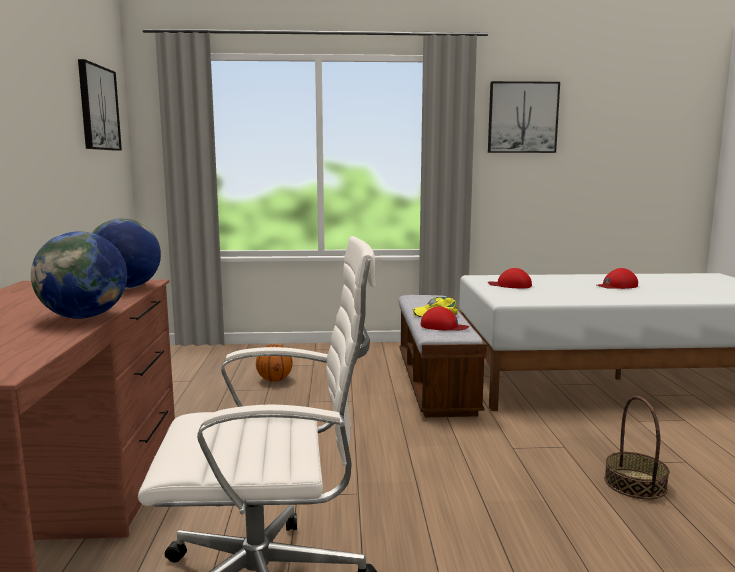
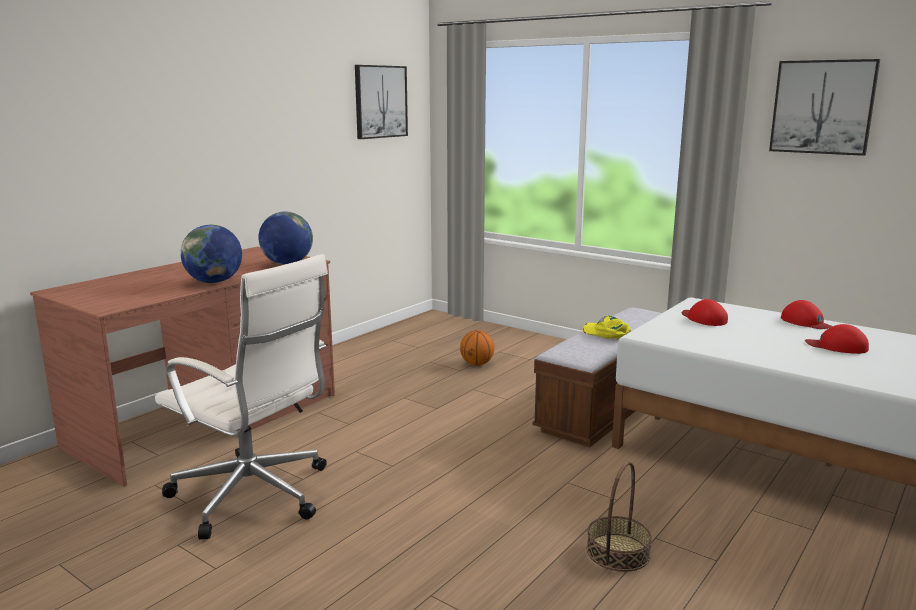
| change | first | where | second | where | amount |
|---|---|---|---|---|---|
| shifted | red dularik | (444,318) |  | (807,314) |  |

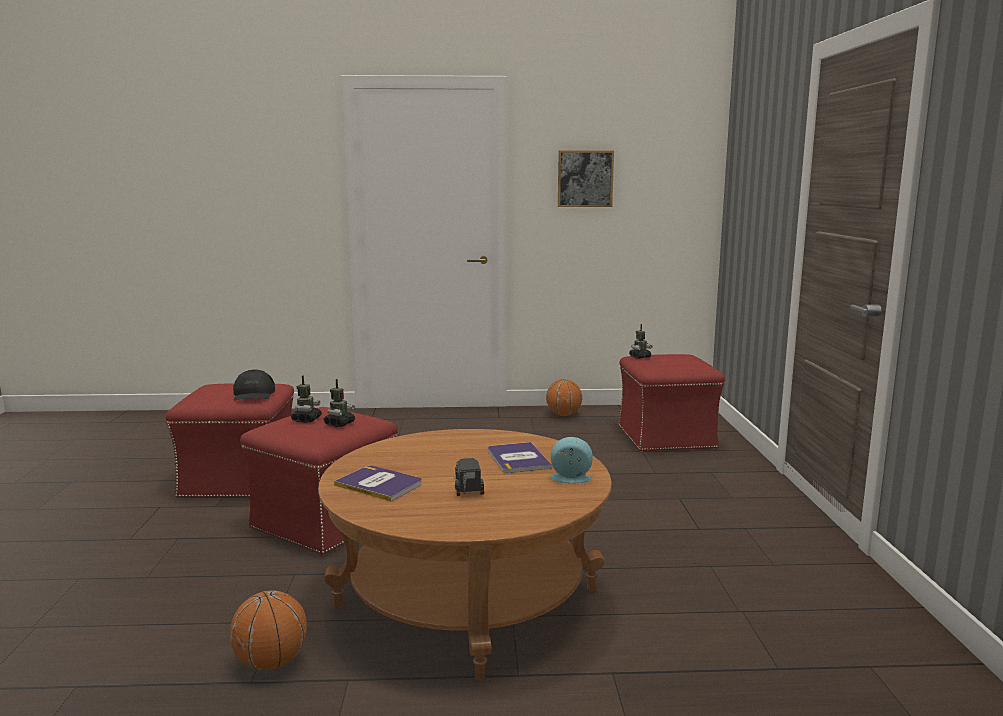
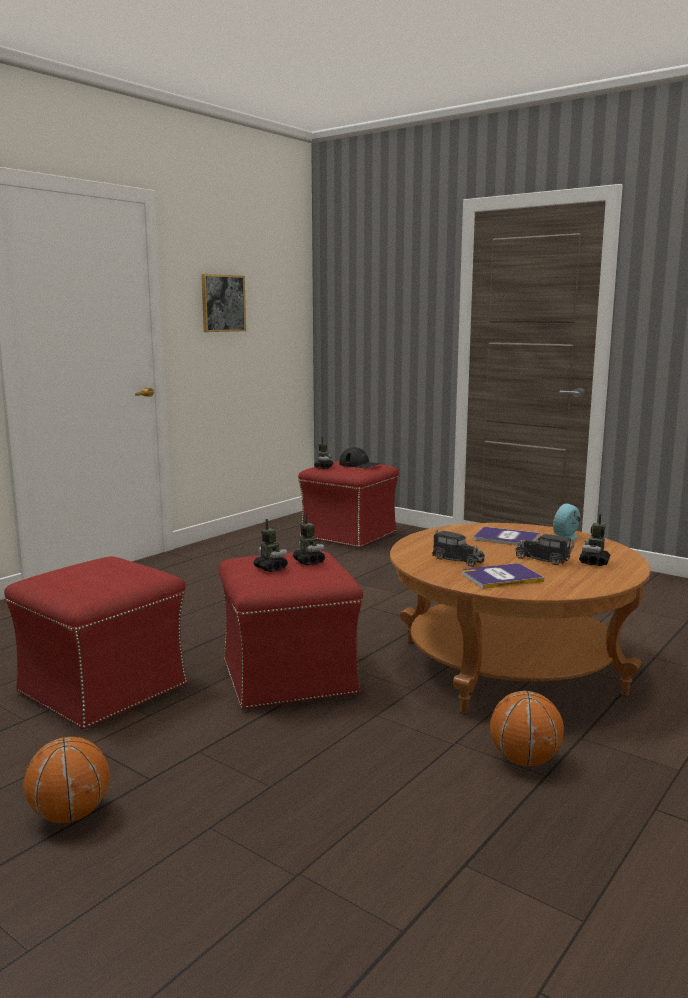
| change | first | where | second | where | amount |
|---|---|---|---|---|---|
| shifted | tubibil | (564,397) |  | (66,780) |  |
| shifted | black dularik | (254,385) |  | (359,457) |  |
| new |  |  | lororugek | (458,548) |  |
| new |  |  | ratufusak | (595,540) |  |

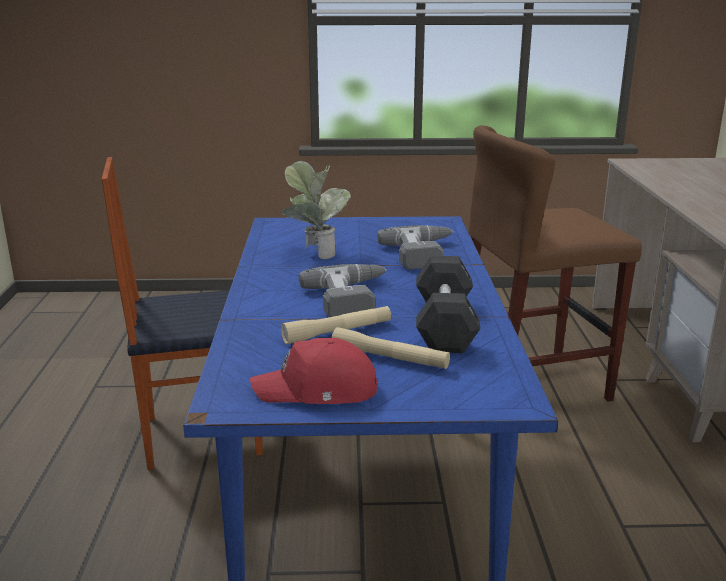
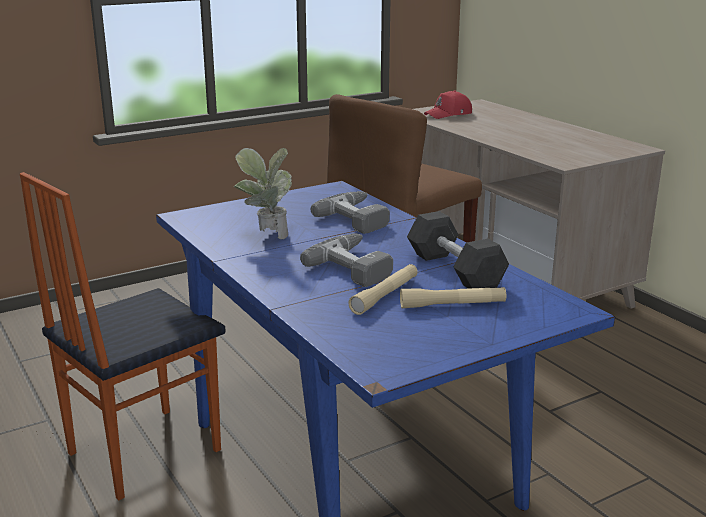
| change | first | where | second | where | amount |
|---|---|---|---|---|---|
| shifted | red dularik | (314,371) |  | (448,104) |  |

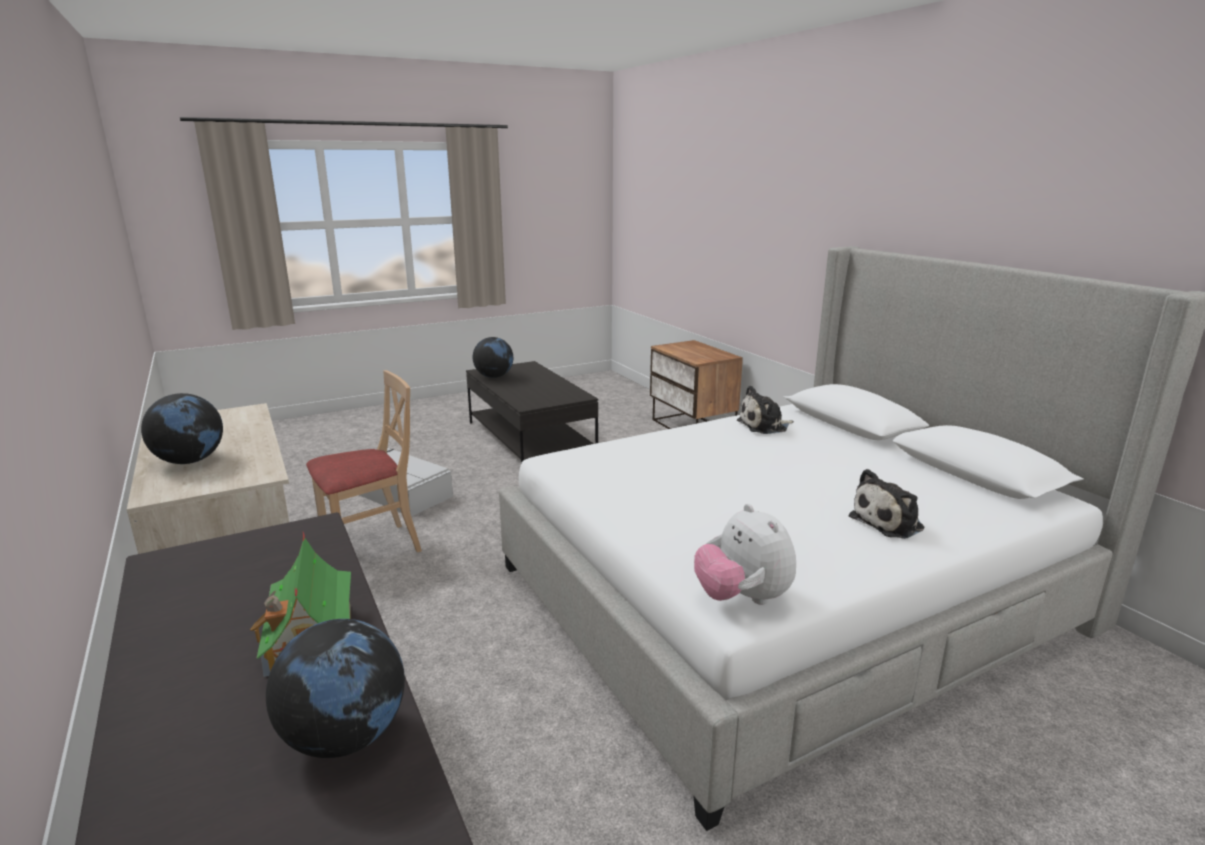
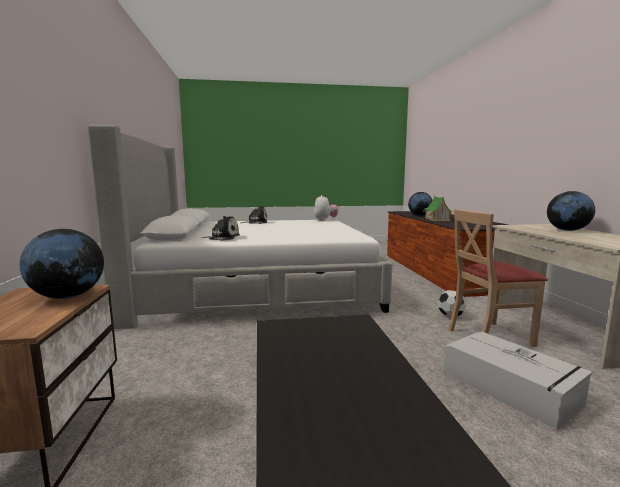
| change | first | where | second | where | amount |
|---|---|---|---|---|---|
| shifted | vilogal | (493,357) |  | (62,264) |  |
| new |  |  | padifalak | (451,303) |  |

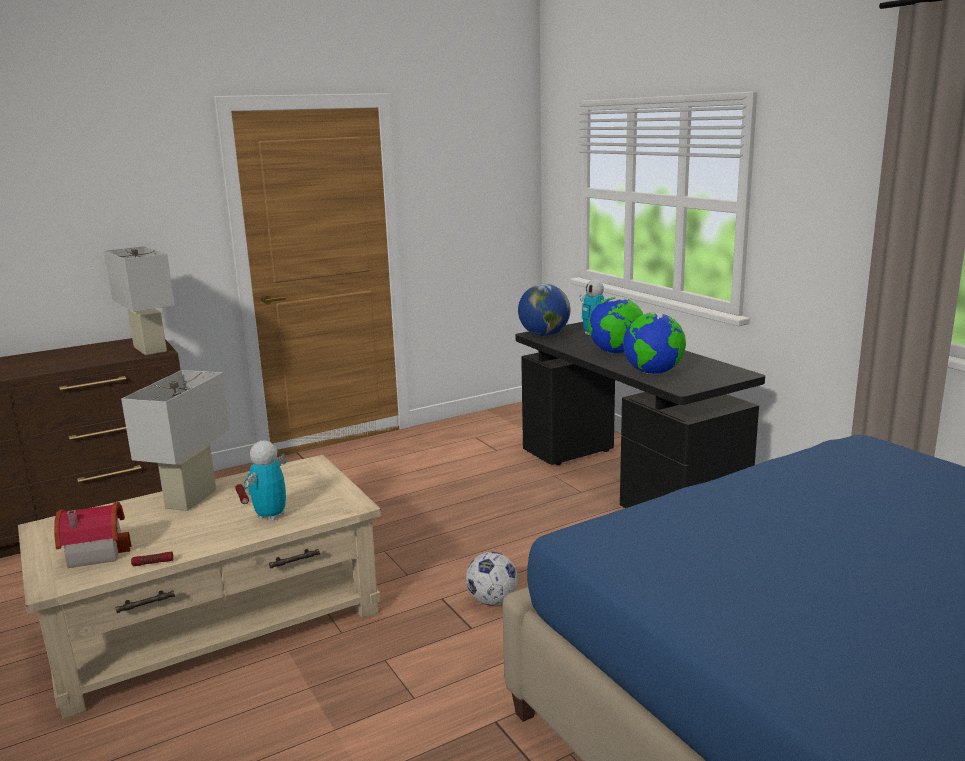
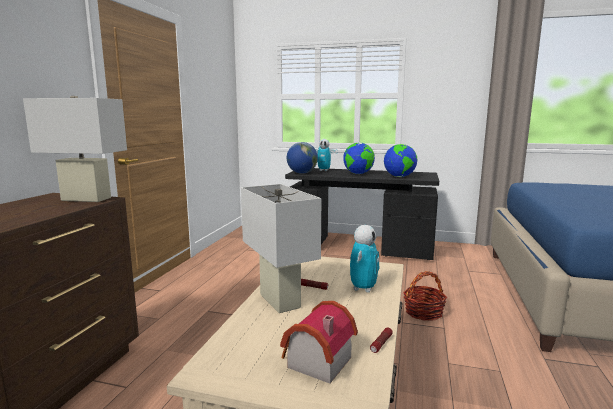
| change | first | where | second | where | amount |
|---|---|---|---|---|---|
| rotated | ratufusak | (265,480) |  | (364,259) | 135 degrees counterclockwise |
| swapped | padifalak | (492,578) | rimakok | (425,296) |  |

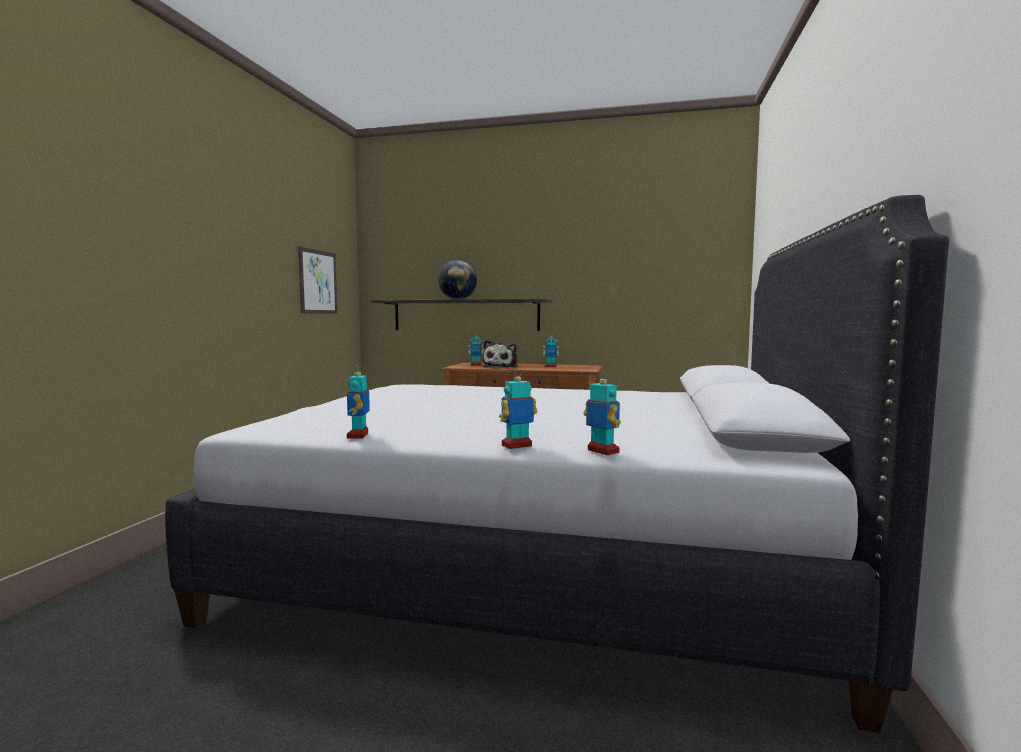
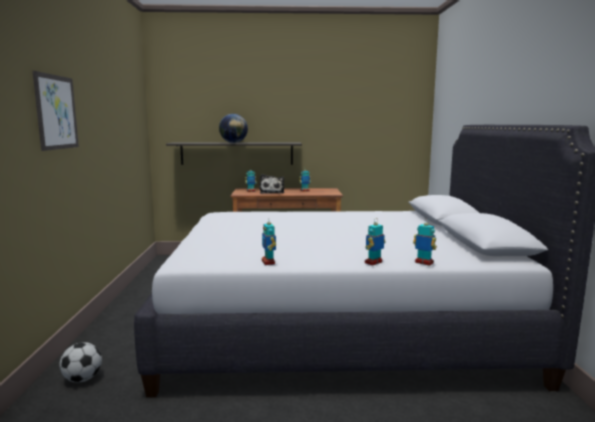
| change | first | where | second | where | amount |
|---|---|---|---|---|---|
| shifted | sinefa | (318,280) |  | (56,111) |  |
| new |  |  | padifalak | (80,362) |  |

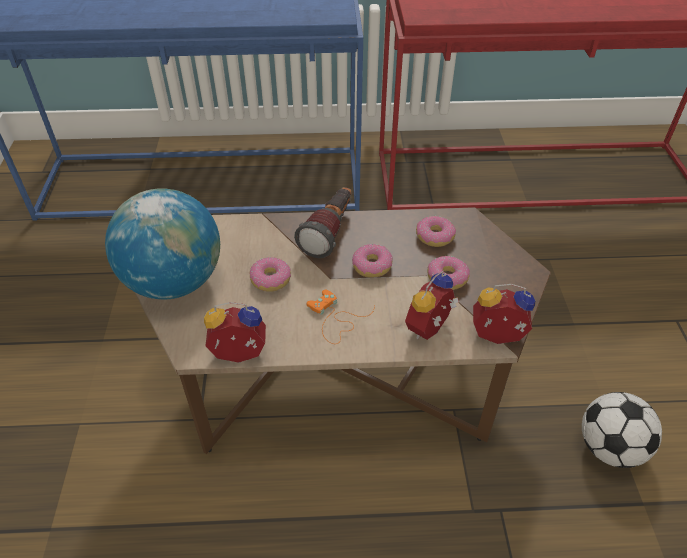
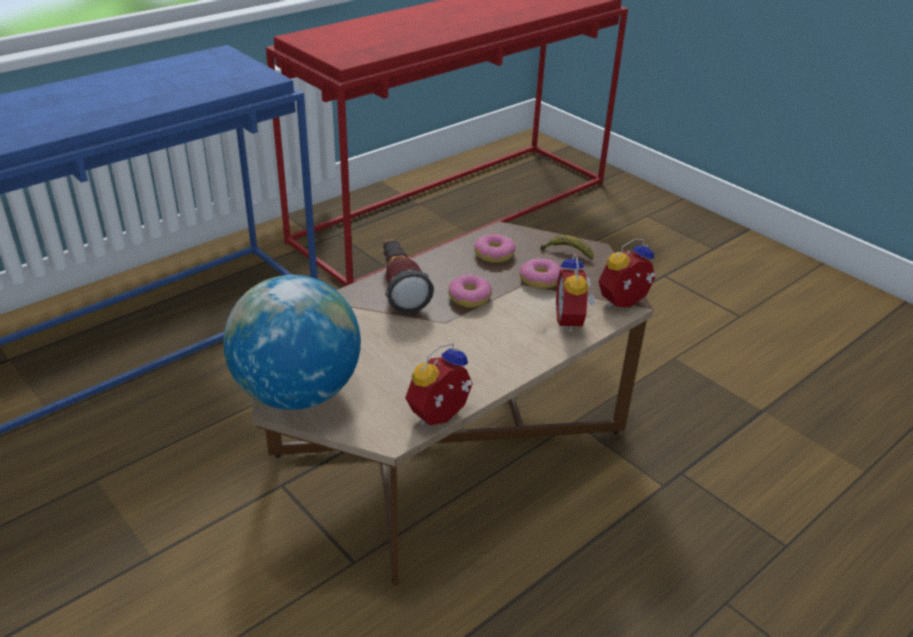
| change | first | where | second | where | amount |
|---|---|---|---|---|---|
| new |  |  | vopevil | (567,247) |  |
| gone | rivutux | (270,274) |  |  |  |
| gone | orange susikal | (340,317) |  |  |  |
| gone | padifalak | (622,430) |  |  |  |

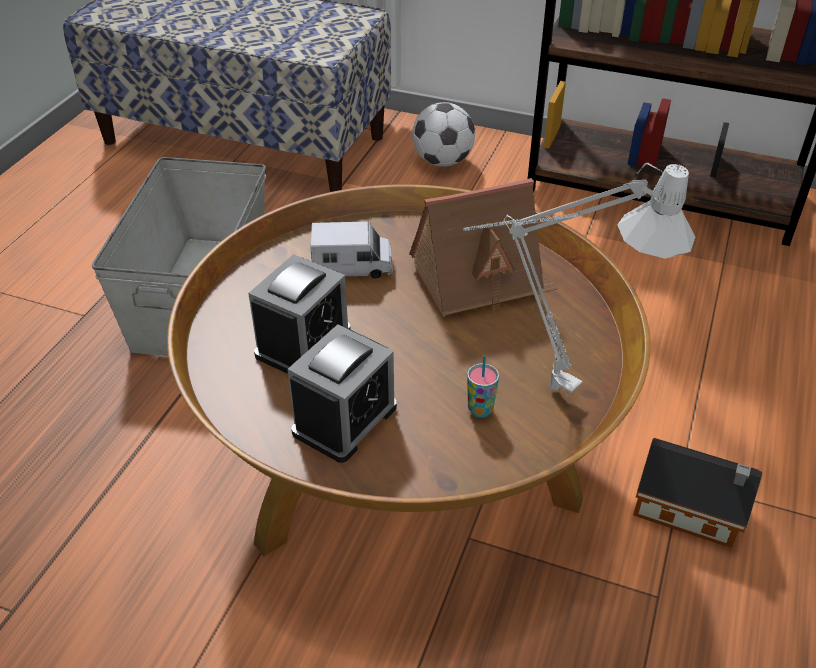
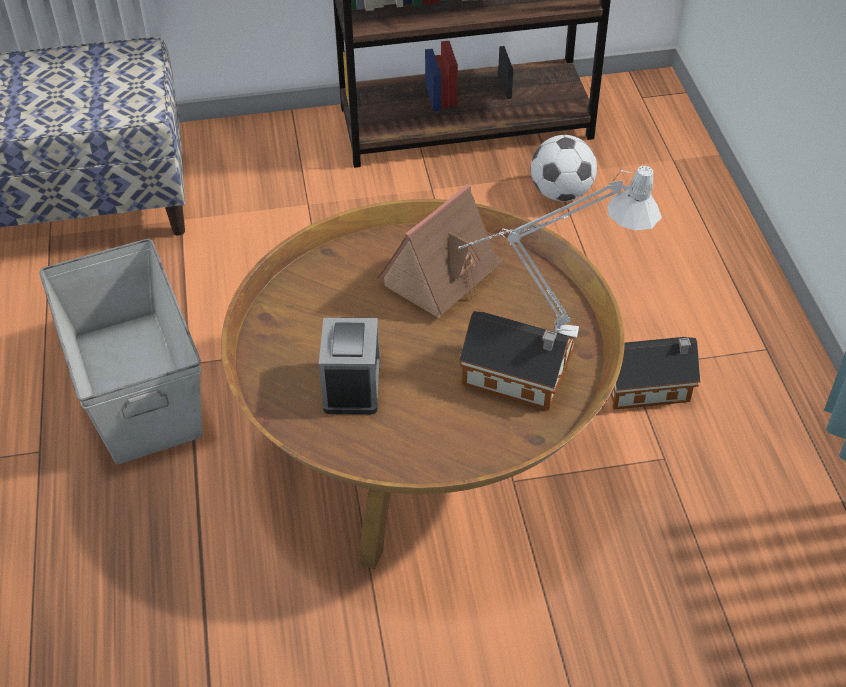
| change | first | where | second | where | amount |
|---|---|---|---|---|---|
| swapped | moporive | (483,386) | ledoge | (517,360) |  |
| shifted | padifalak | (443,134) |  | (564,168) |  |
| gone | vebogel | (342,393) |  |  |  |
| gone | lororugek | (351,250) |  |  |  |

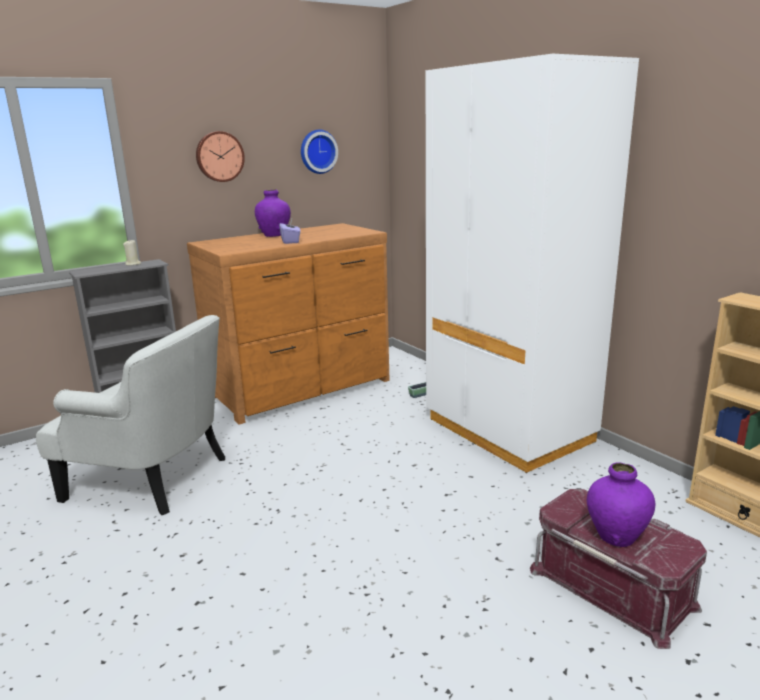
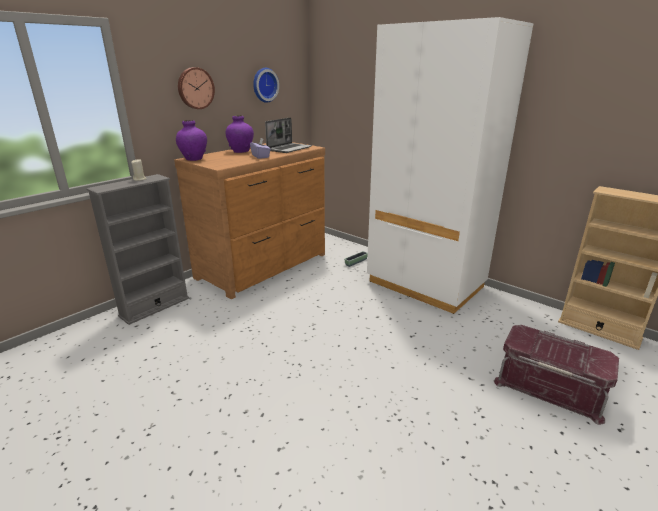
| change | first | where | second | where | amount |
|---|---|---|---|---|---|
| shifted | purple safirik | (621,504) |  | (191,140) |  |
| new |  |  | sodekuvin | (288,135) |  |
| gone | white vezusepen | (130,415) |  |  |  |

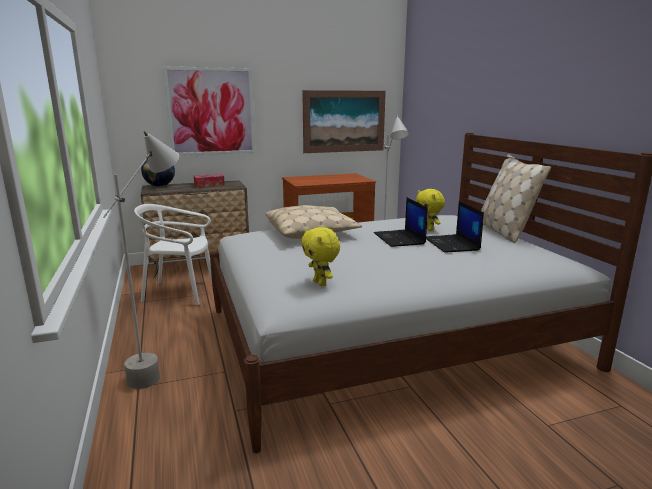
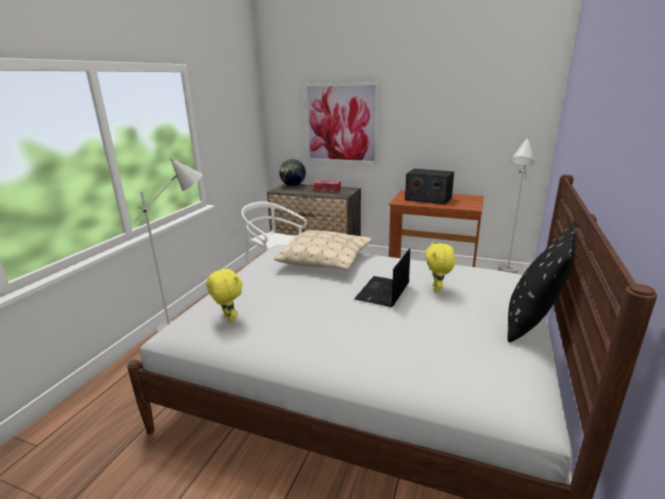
| change | first | where | second | where | amount |
|---|---|---|---|---|---|
| rotated | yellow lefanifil | (320,256) |  | (224,294) | 135 degrees clockwise |
| new |  |  | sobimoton | (429,186) |  |
| repainted | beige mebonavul | (516,199) | black mebonavul | (543,282) |  |
| gone | sinefa | (344,121) |  |  |  |
| gone | sodekuvin | (455,227) |  |  |  |

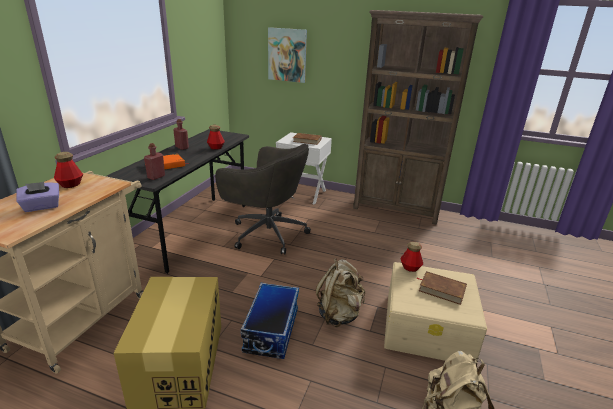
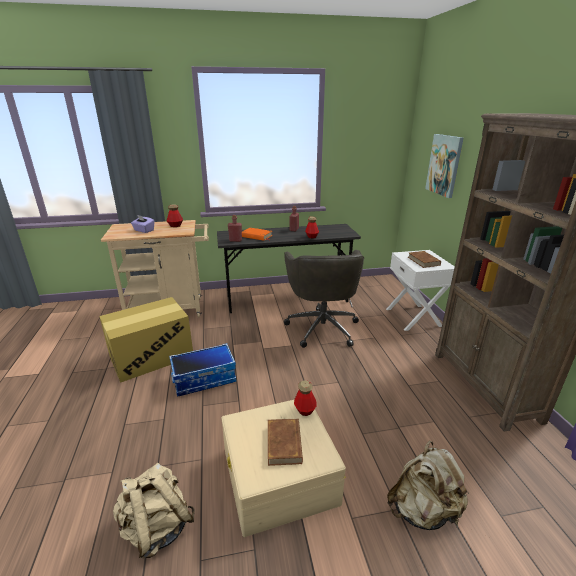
| change | first | where | second | where | amount |
|---|---|---|---|---|---|
| shifted | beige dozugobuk | (340,292) |  | (428,485) |  |

